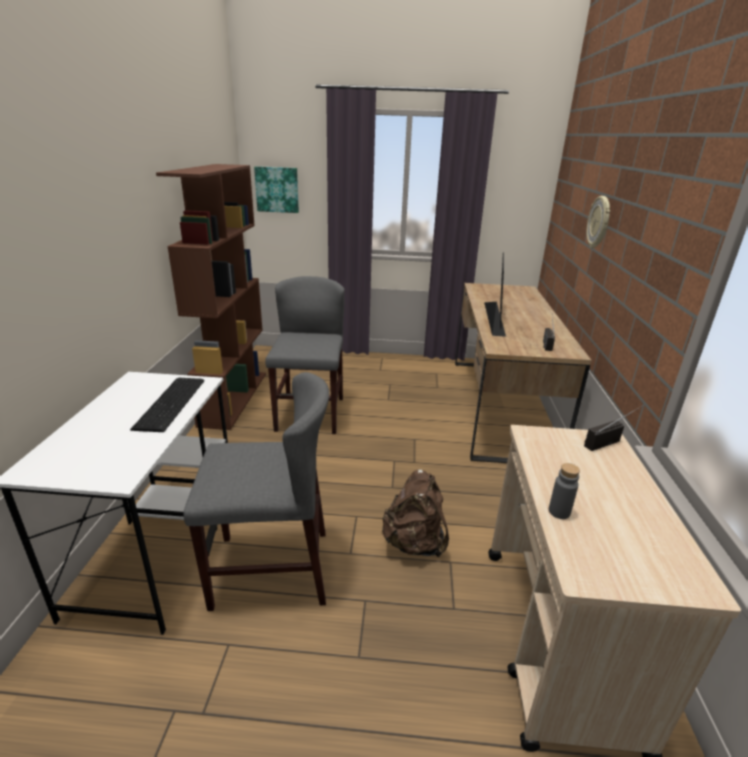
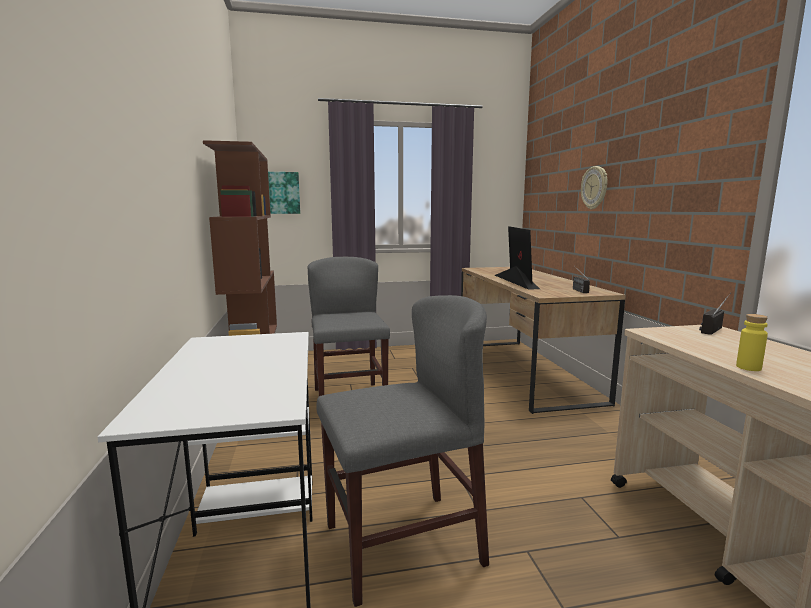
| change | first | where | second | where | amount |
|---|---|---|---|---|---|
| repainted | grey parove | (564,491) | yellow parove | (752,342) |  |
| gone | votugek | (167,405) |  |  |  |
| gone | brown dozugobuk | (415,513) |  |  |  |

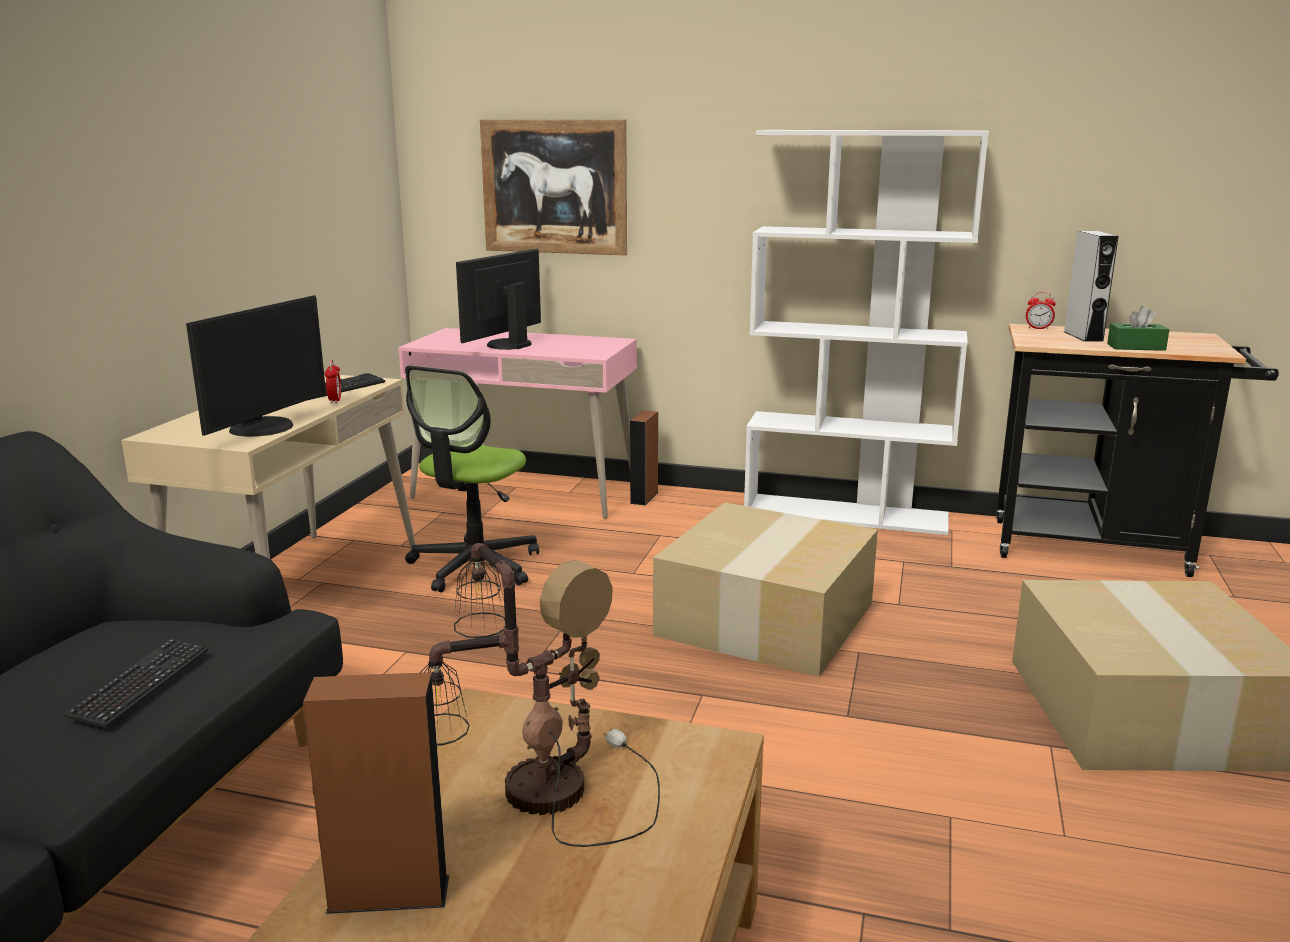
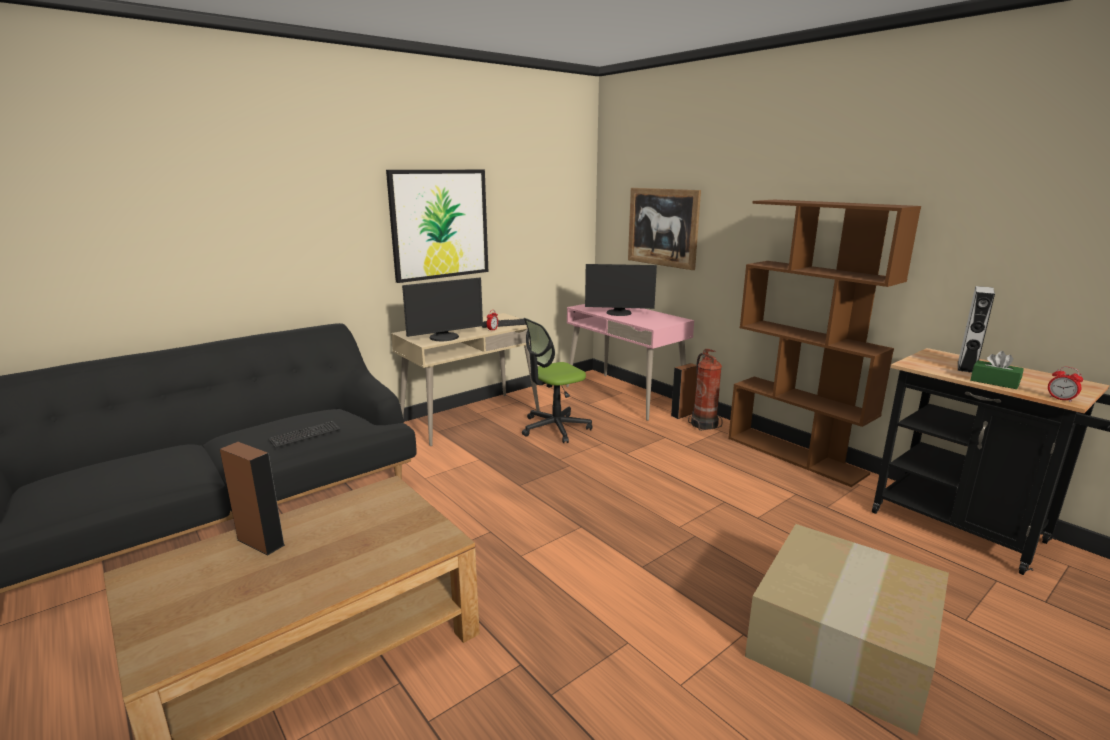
| change | first | where | second | where | amount |
|---|---|---|---|---|---|
| new |  |  | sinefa | (437,226) |  |
| rotated | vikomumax | (498,299) |  | (621,290) | 150 degrees counterclockwise |
| new |  |  | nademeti | (705,390) |  |
| repainted | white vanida | (866,332) | brown vanida | (824,343) |  |
| shifted | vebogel | (1041,311) |  | (1065,384) |  |
| gone | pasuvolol | (540,695) |  |  |  |
| gone | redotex | (765,589) |  |  |  |

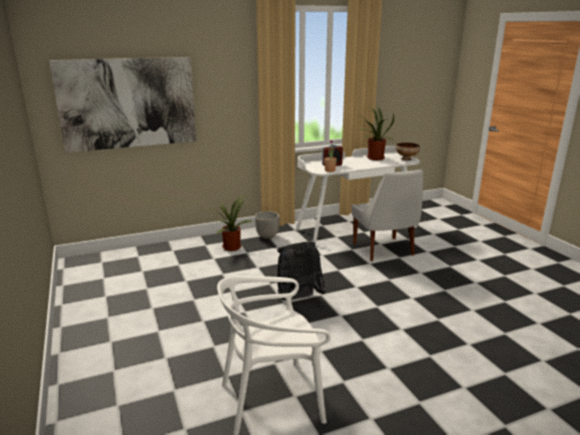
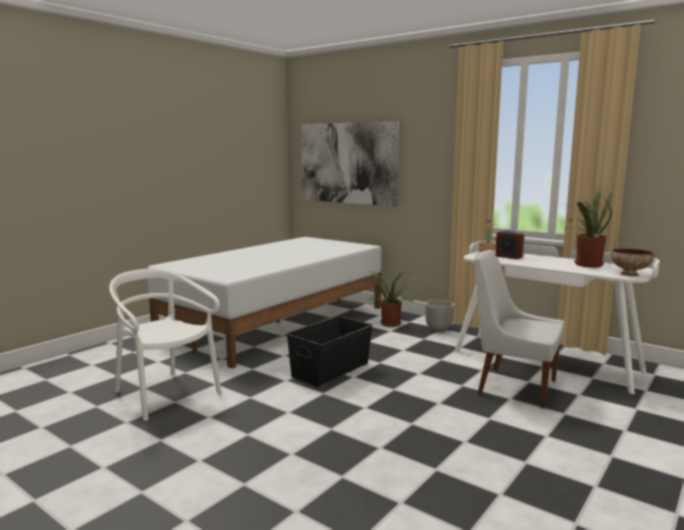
| change | first | where | second | where | amount |
|---|---|---|---|---|---|
| new |  |  | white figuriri | (264,302) |  |
| swapped | black dozugobuk | (301,271) | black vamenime | (330,351) |  |
| rotated | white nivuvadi | (387,215) |  | (519,329) | 75 degrees clockwise |

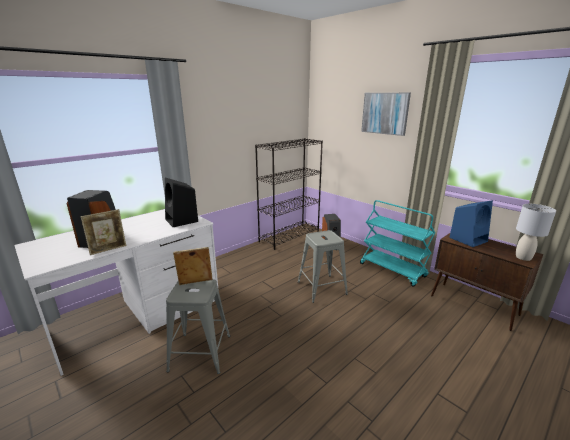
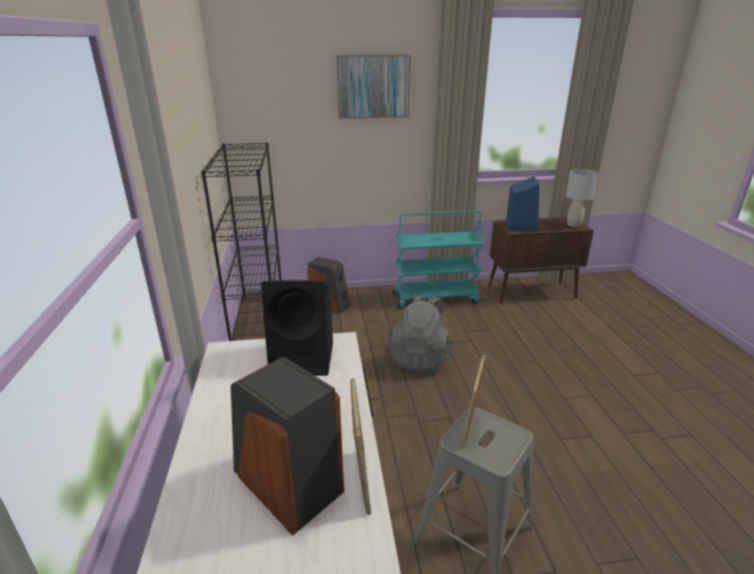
| change | first | where | second | where | amount |
|---|---|---|---|---|---|
| swapped | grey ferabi | (323,266) | grey dozugobuk | (421,333) |  |

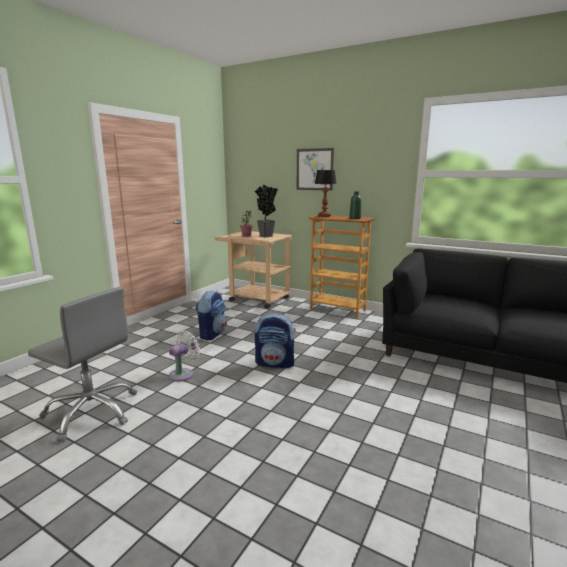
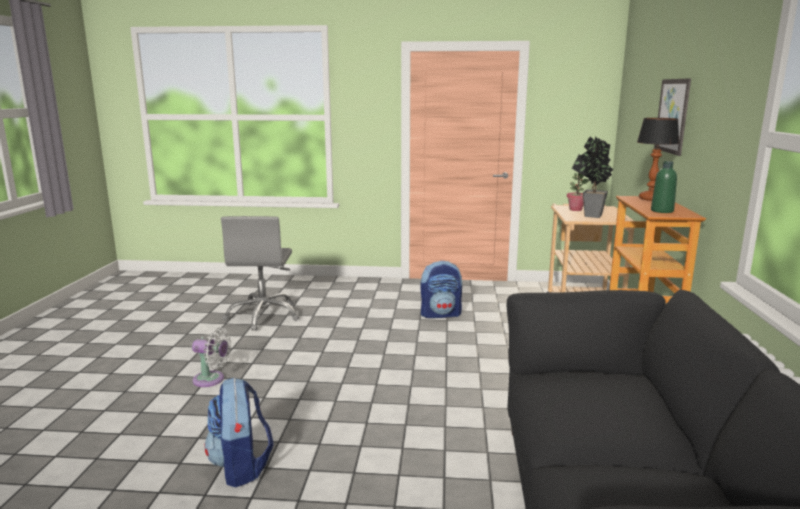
| change | first | where | second | where | amount |
|---|---|---|---|---|---|
| shifted | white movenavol | (184,356) |  | (211,357) |  |
| shifted | dozugobuk | (275,340) |  | (239,432) |  |

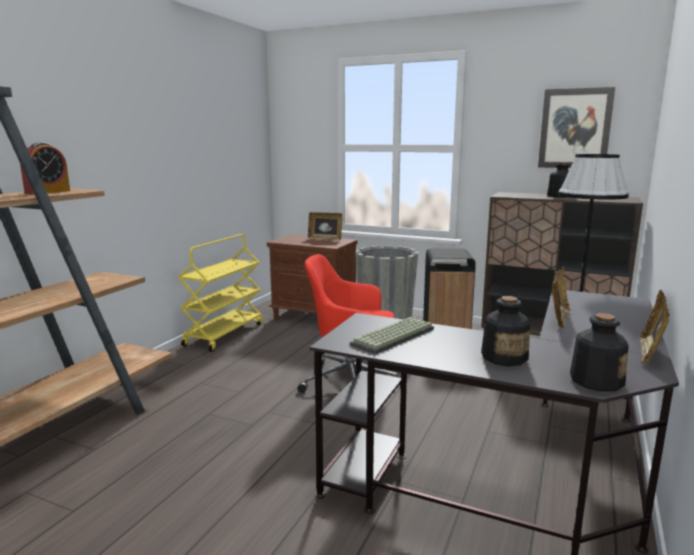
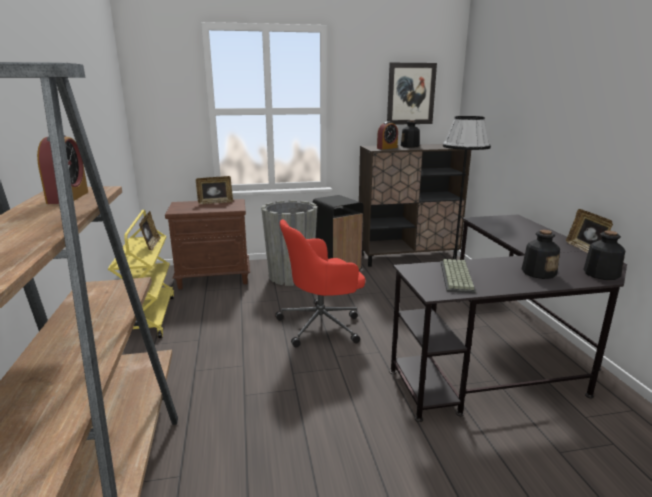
| change | first | where | second | where | amount |
|---|---|---|---|---|---|
| shifted | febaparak | (561,297) |  | (150,231) |  |
| new |  |  | vebogel | (387,135) |  |

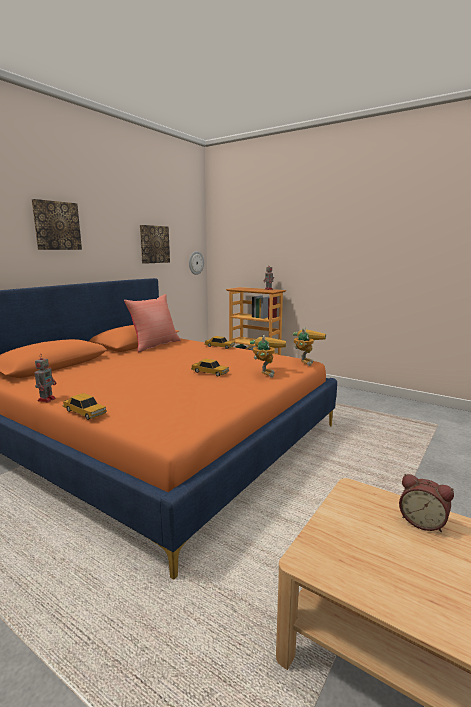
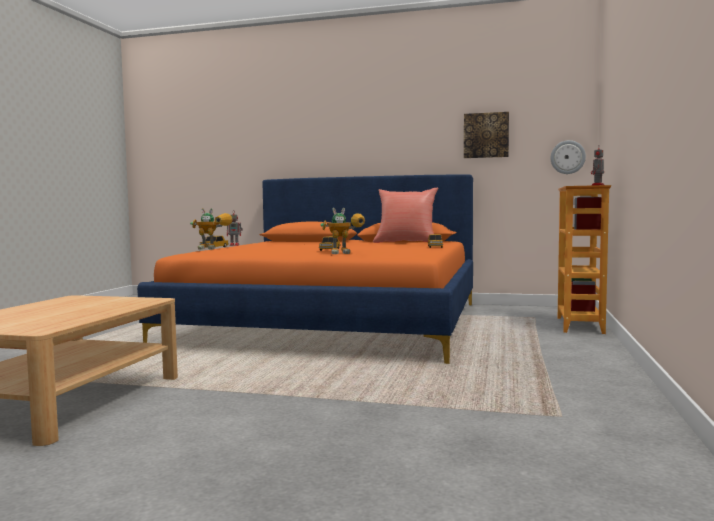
| change | first | where | second | where | amount |
|---|---|---|---|---|---|
| shifted | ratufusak | (309,346) |  | (211,229) |  |
| gone | sinefa | (56,224) |  |  |  |
| gone | vebogel | (426,503) |  |  |  |

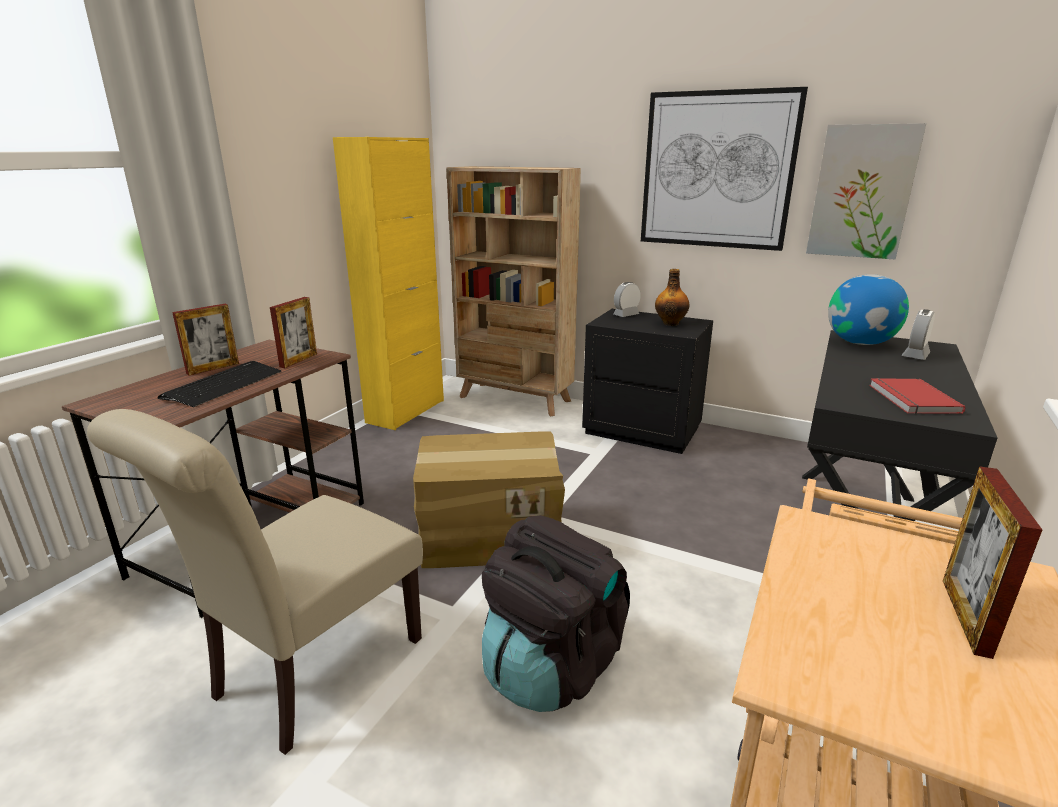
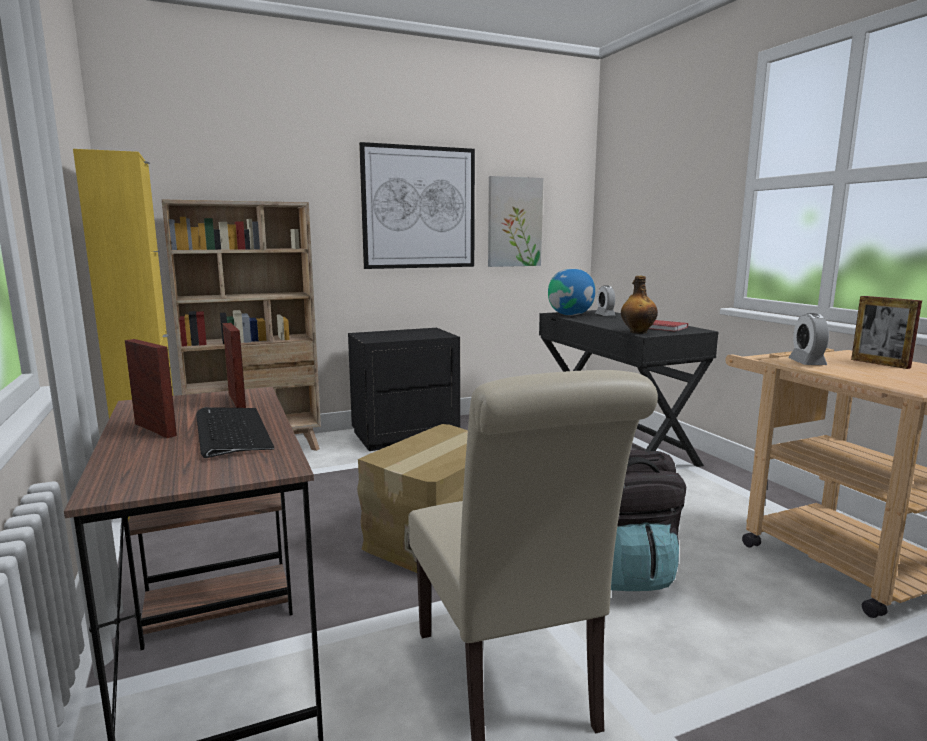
| change | first | where | second | where | amount |
|---|---|---|---|---|---|
| rotated | febaparak | (205,339) |  | (151,388) | 45 degrees counterclockwise |
| shifted | parove | (672,297) |  | (639,305) |  |
| shifted | vebogel | (626,299) |  | (808,339) |  |

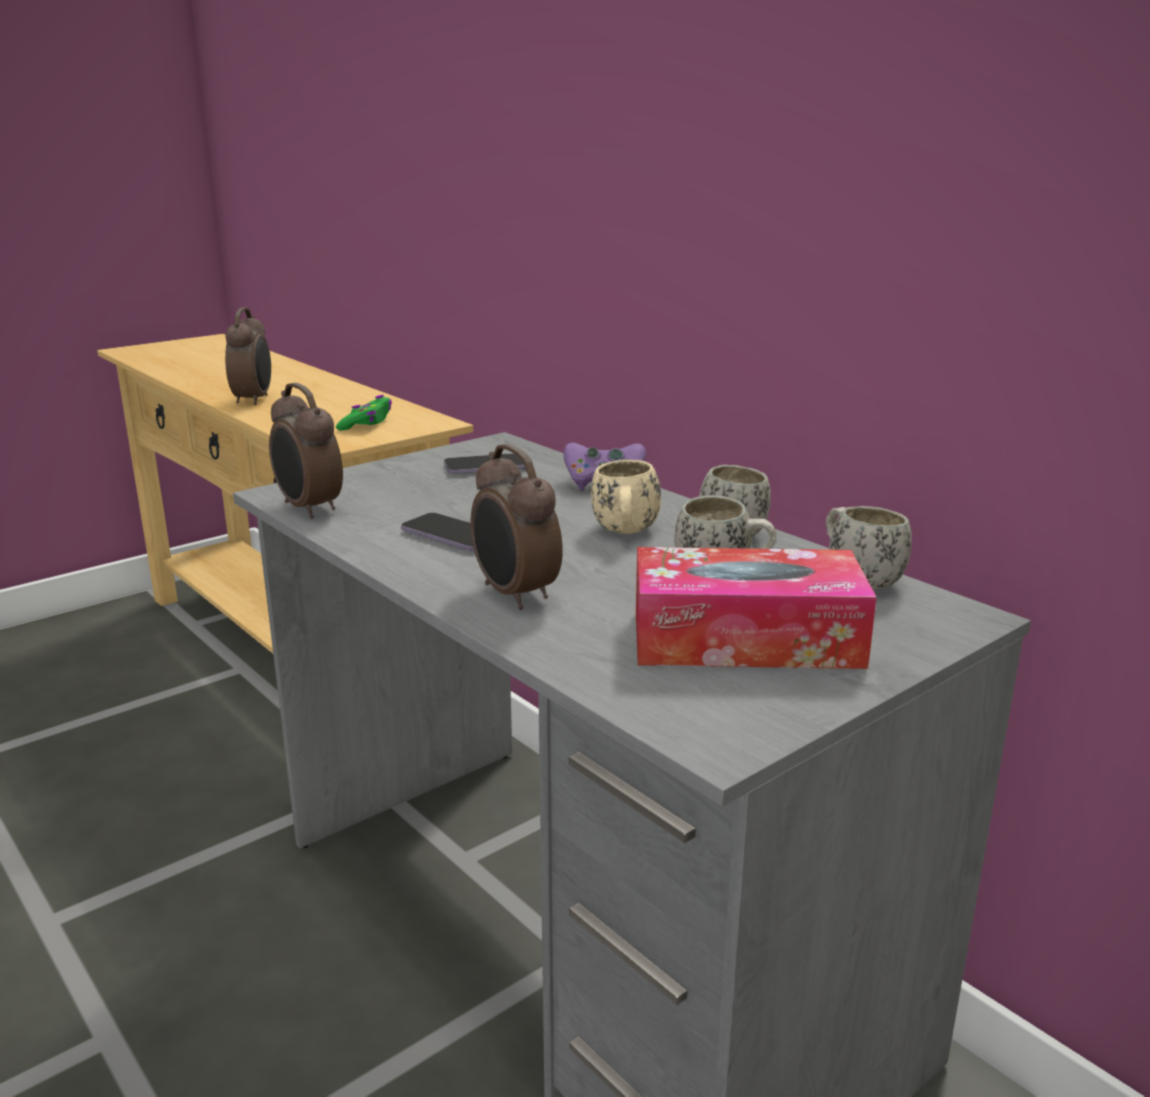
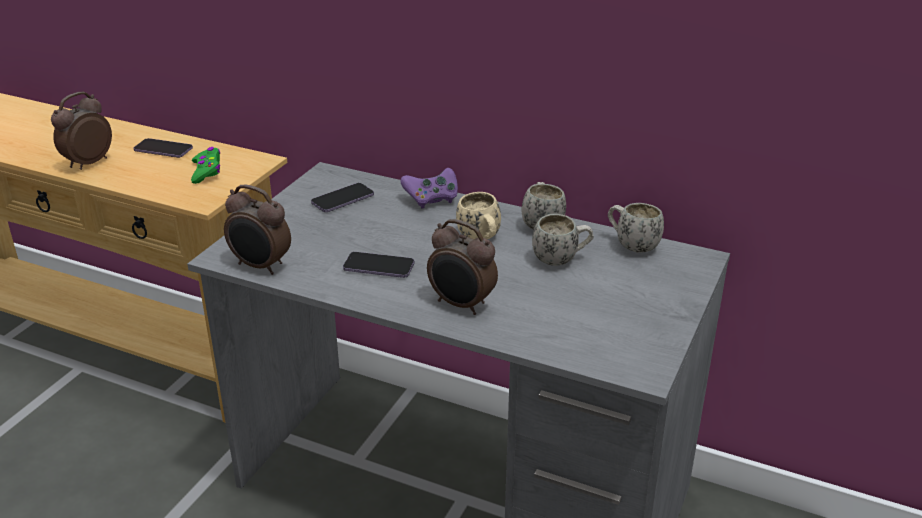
| change | first | where | second | where | amount |
|---|---|---|---|---|---|
| rotated | vebogel | (248,356) |  | (81,131) | 120 degrees counterclockwise |
| new |  |  | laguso | (163,148) |  |
| gone | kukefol | (756,608) |  |  |  |

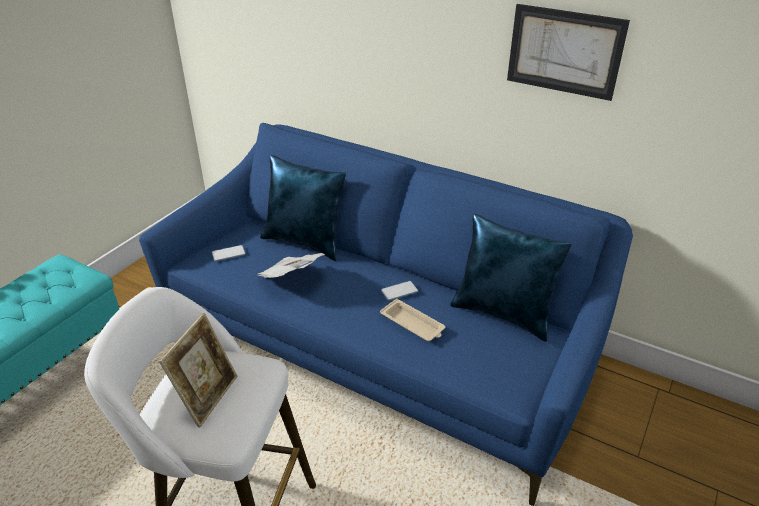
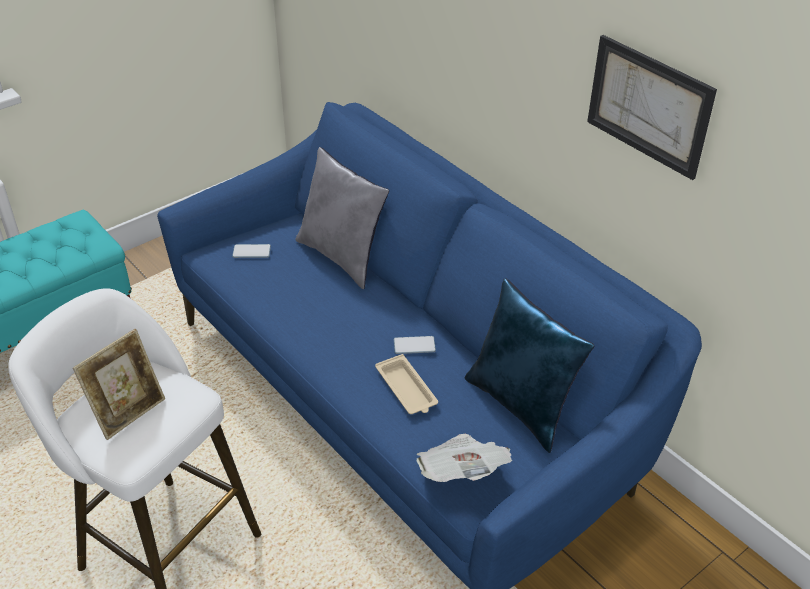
| change | first | where | second | where | amount |
|---|---|---|---|---|---|
| repainted | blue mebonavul | (303,208) | grey mebonavul | (342,218) |  |
| shifted | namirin | (291,265) |  | (464,458) |  |

